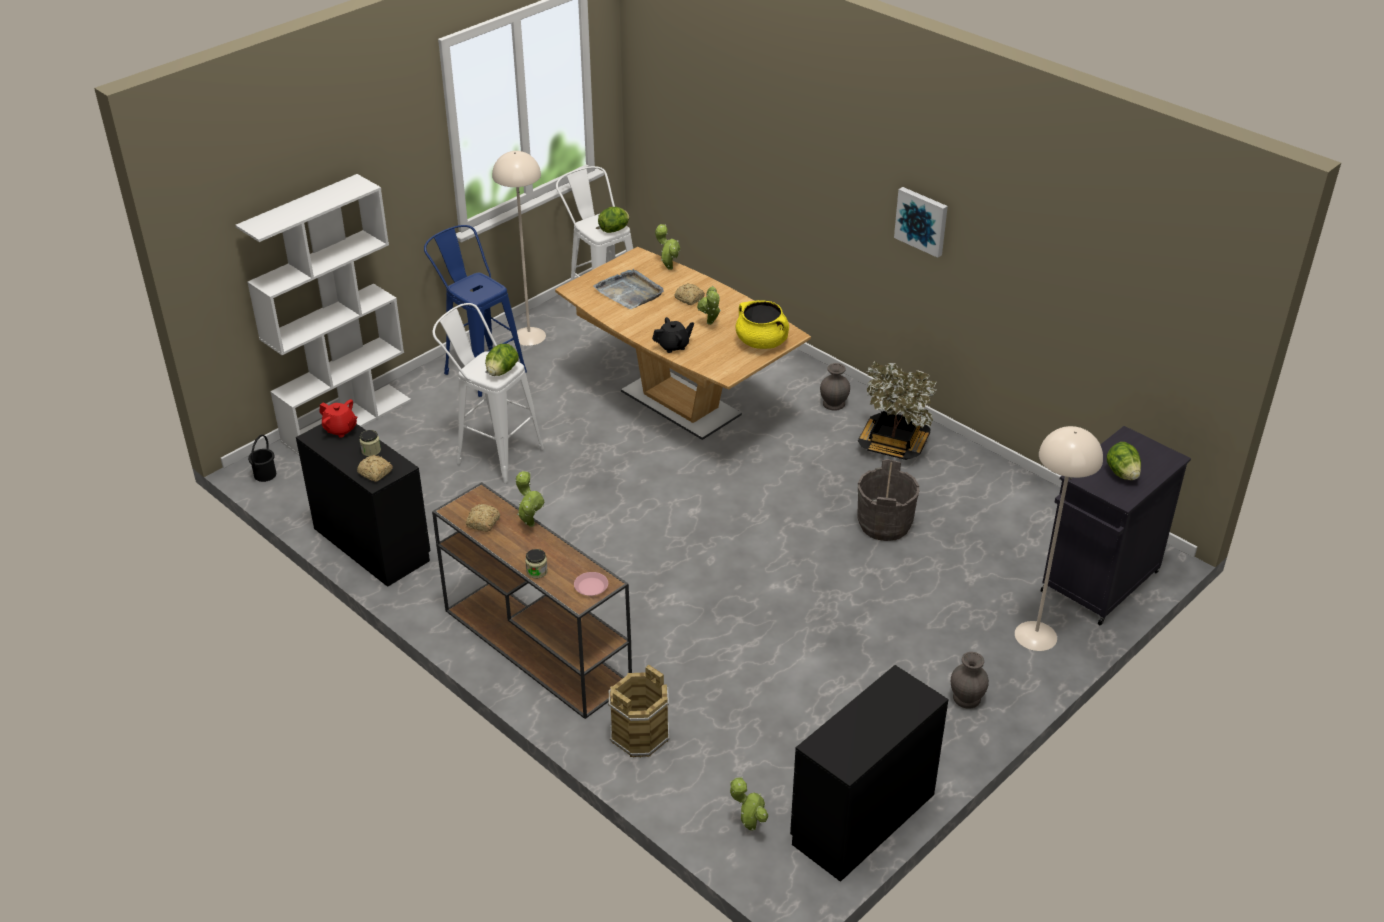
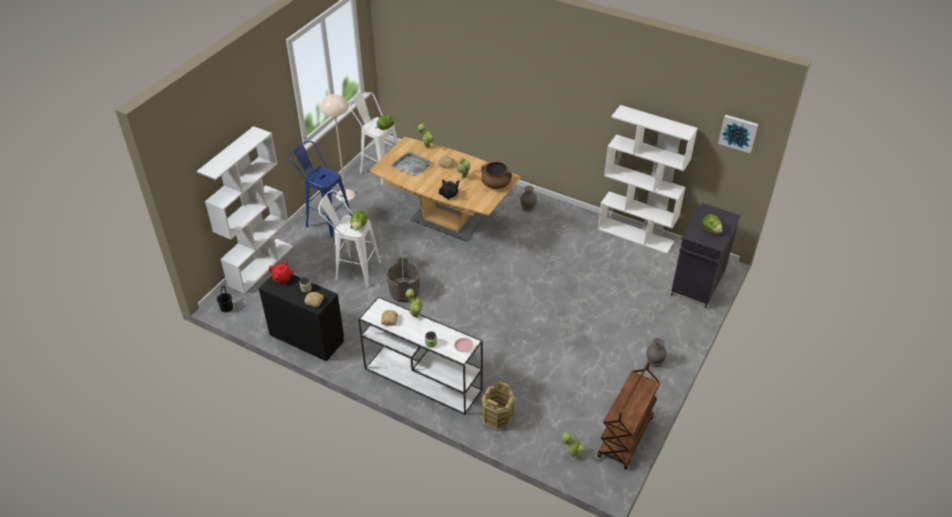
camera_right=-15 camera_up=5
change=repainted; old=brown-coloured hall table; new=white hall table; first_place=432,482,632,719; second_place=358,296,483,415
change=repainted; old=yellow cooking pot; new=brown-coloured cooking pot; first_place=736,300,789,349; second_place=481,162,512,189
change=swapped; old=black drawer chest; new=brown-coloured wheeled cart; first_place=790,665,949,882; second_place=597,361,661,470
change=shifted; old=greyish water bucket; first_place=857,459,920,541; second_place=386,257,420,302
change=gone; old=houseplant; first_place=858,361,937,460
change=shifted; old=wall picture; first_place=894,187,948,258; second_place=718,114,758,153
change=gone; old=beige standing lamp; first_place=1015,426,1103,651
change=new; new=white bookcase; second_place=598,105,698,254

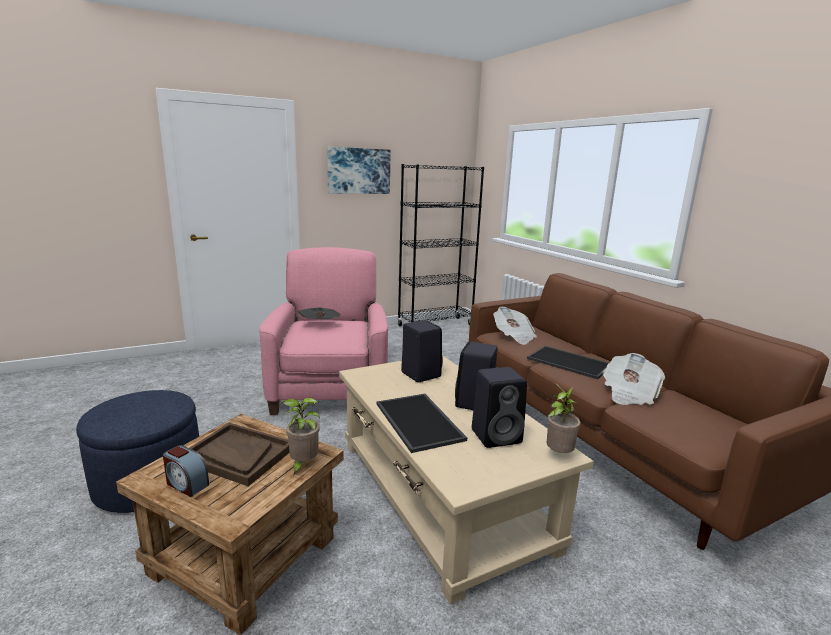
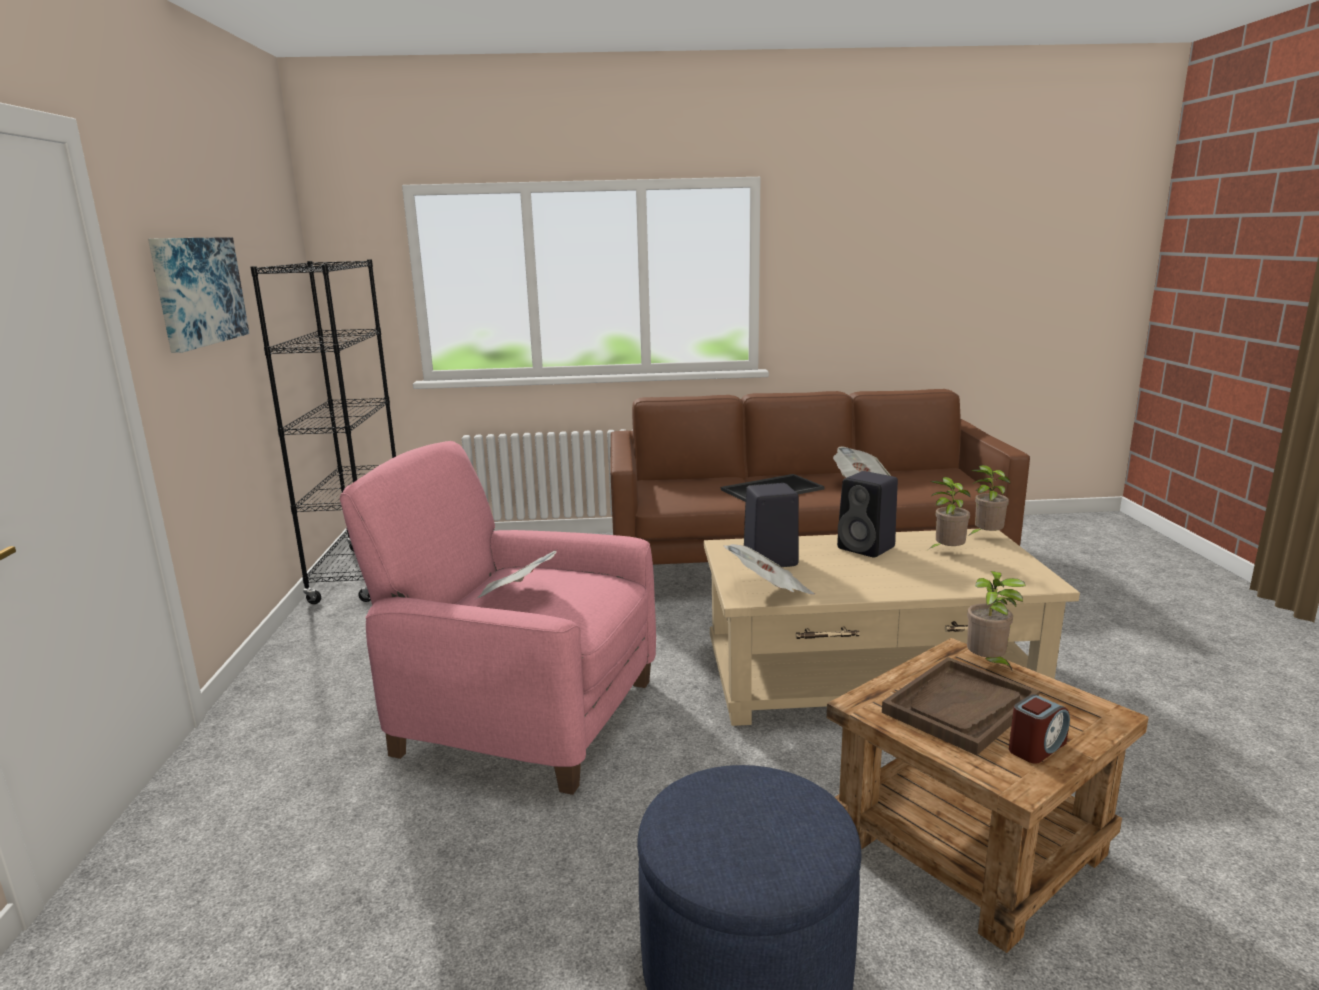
camera_right=-65 camera_up=0
change=gone; old=carrying tray; first_place=377,394,467,453
change=swapped; old=black speaker; new=houseplant; first_place=472,367,527,448; second_place=929,477,971,549
change=shifted; old=daily paper; first_place=493,307,537,345; second_place=723,544,815,595

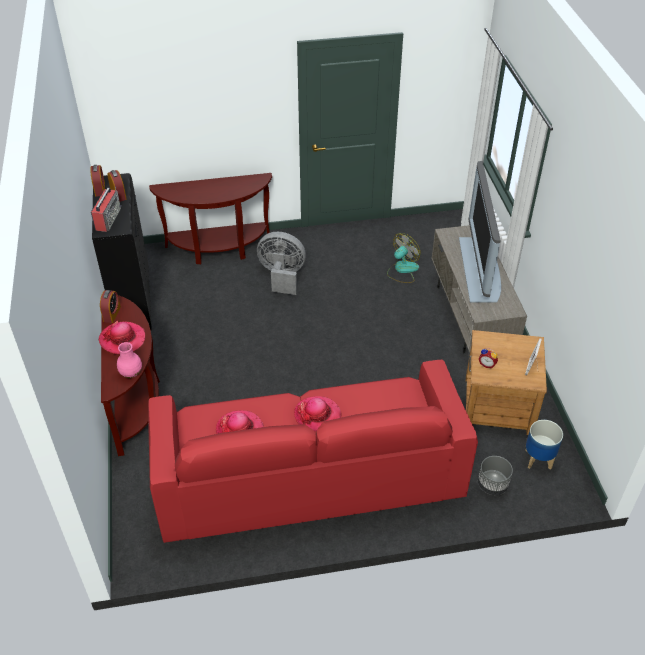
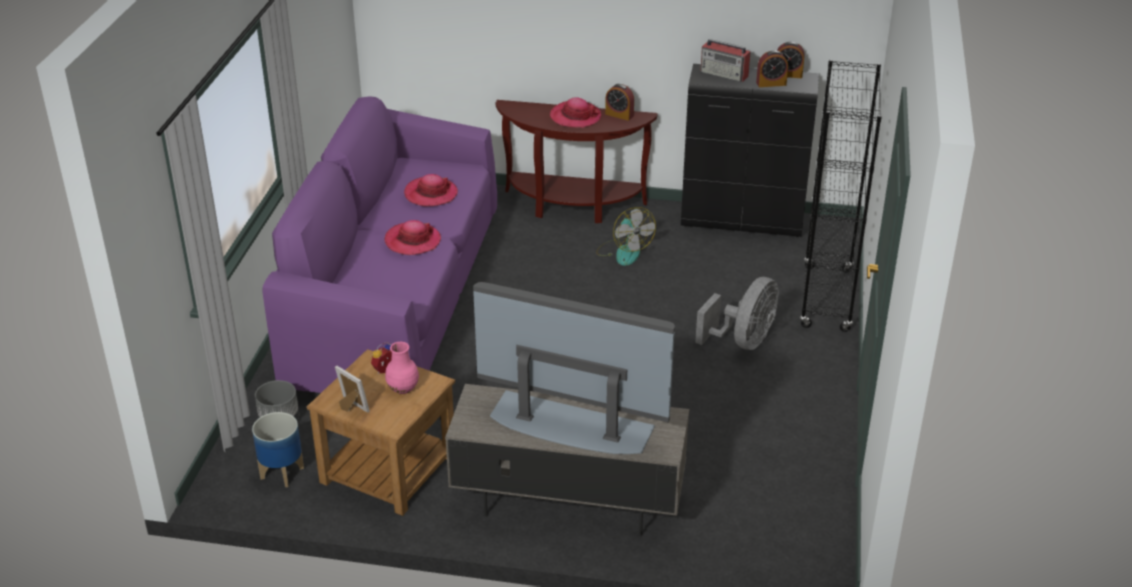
camera_right=110 camera_up=-10
change=shifted; old=pink decorative vase; first_place=117,342,142,378; second_place=385,342,419,394
change=repainted; old=reddish couch; new=purplish couch; first_place=148,360,478,543; second_place=262,96,497,393
change=swapped; old=brown-coloured hall table; new=black bookcase; first_place=149,173,272,264; second_place=800,60,882,332
change=shifted; old=fan; first_place=387,233,421,283; second_place=596,207,656,266

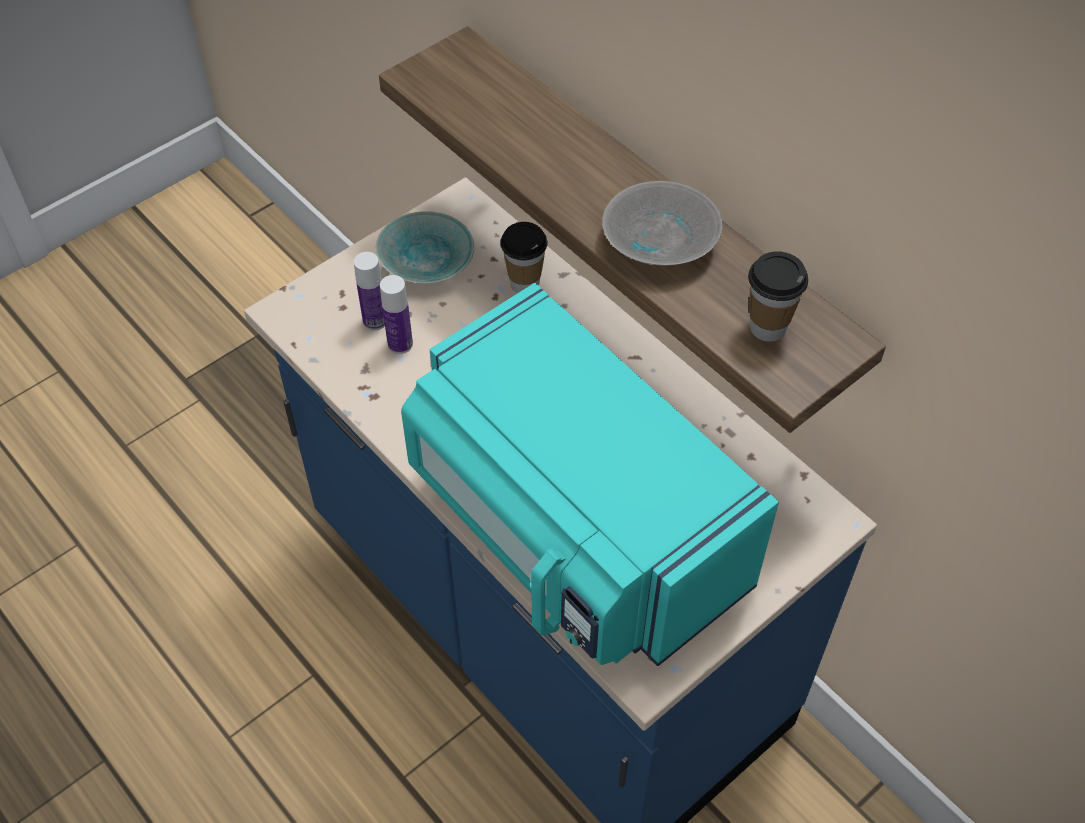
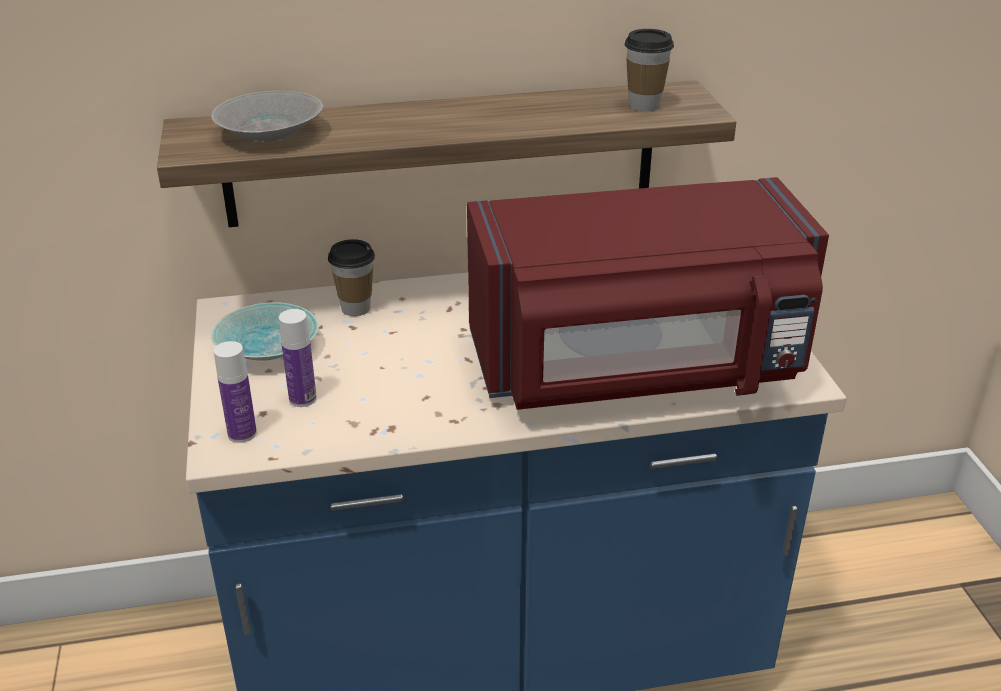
camera_right=-60 camera_up=-20
change=shifted; old=drink bottle; first_place=380,275,413,354; second_place=214,341,257,443
change=repainted; old=turquoise-coloured kitchen microwave; new=reddish kitchen microwave; first_place=401,283,779,666; second_place=467,177,829,410
change=shifted; old=greyish serving bowl; first_place=602,181,722,266; second_place=211,91,323,142

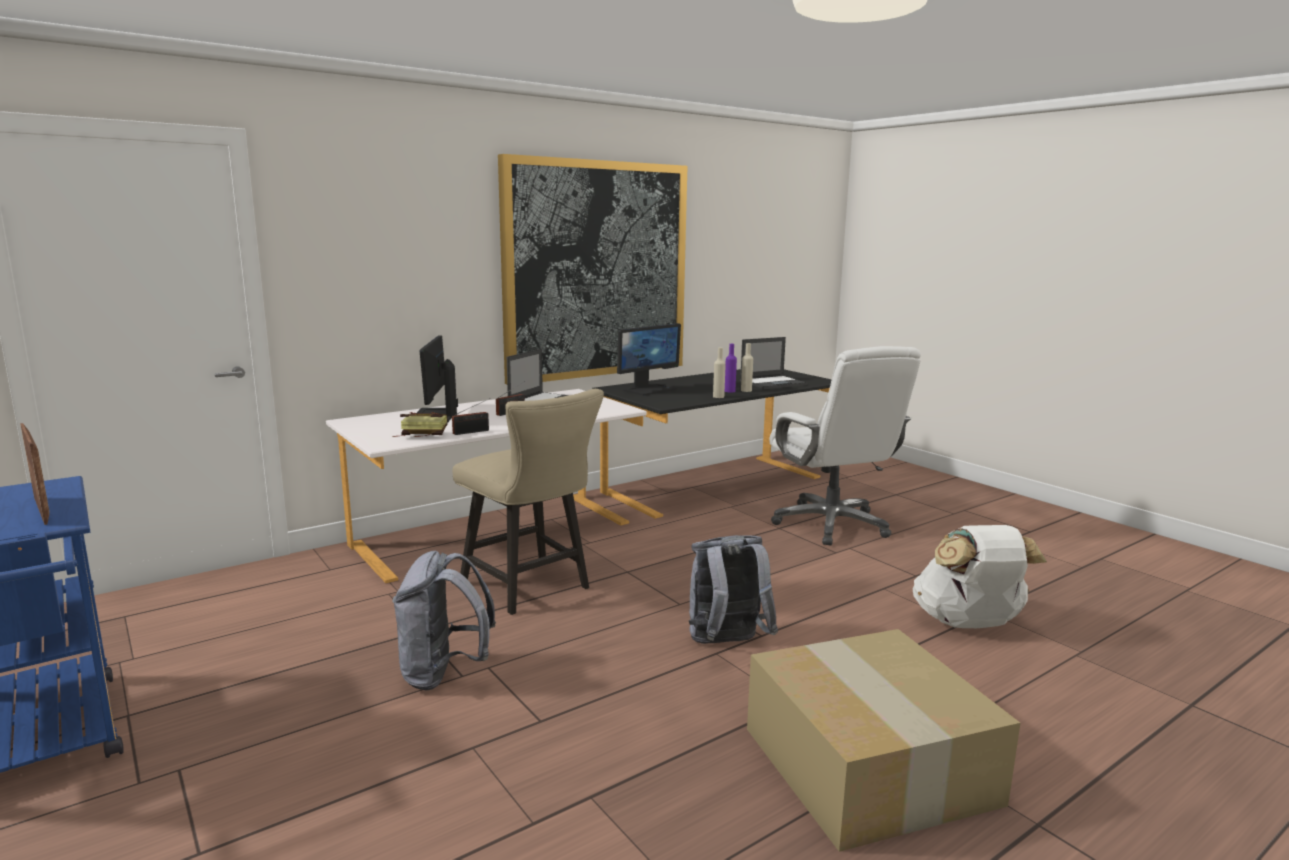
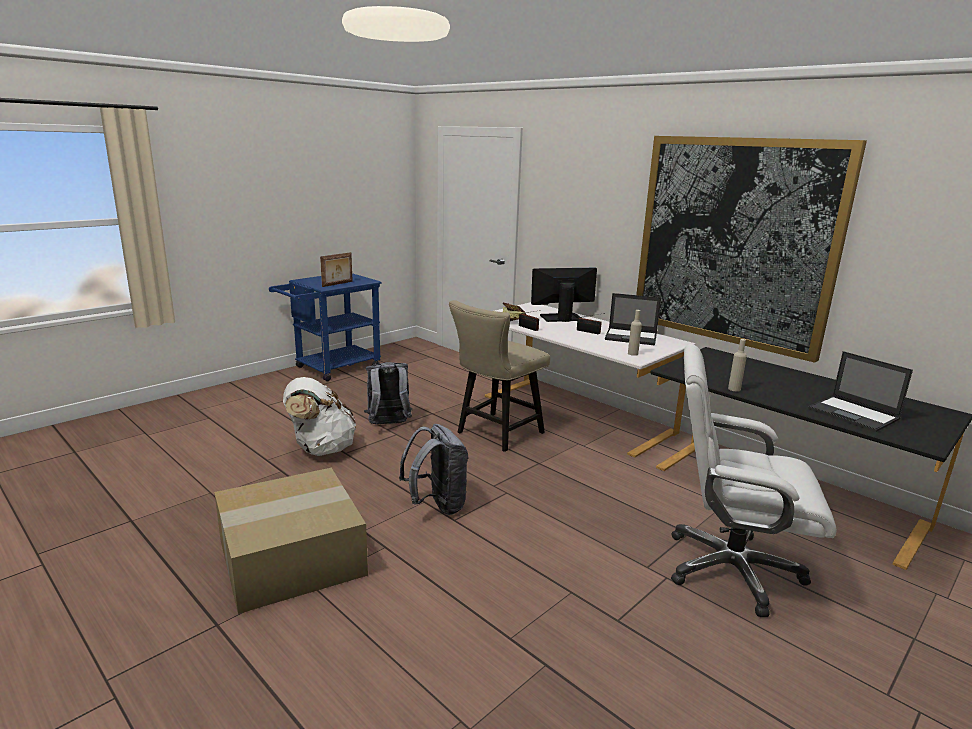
camera_right=80 camera_up=5
change=gone; old=computer screen; first_place=617,323,681,396
change=gone; old=purplish drink bottle; first_place=725,344,737,392
change=shifted; old=beige drink bottle; first_place=741,343,753,392; second_place=628,310,642,356
change=rotated; old=white office chair; first_place=769,346,921,546; second_place=671,344,837,617; degrees=45
change=shifted; old=white knapsack; first_place=913,525,1047,628; second_place=283,377,356,456

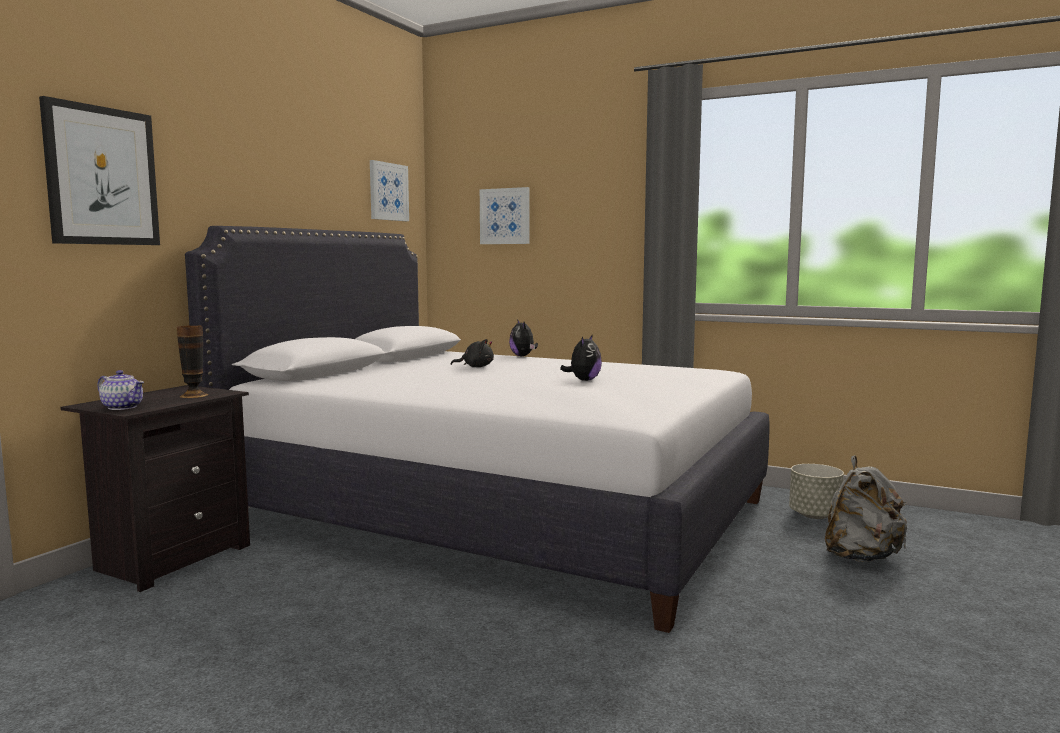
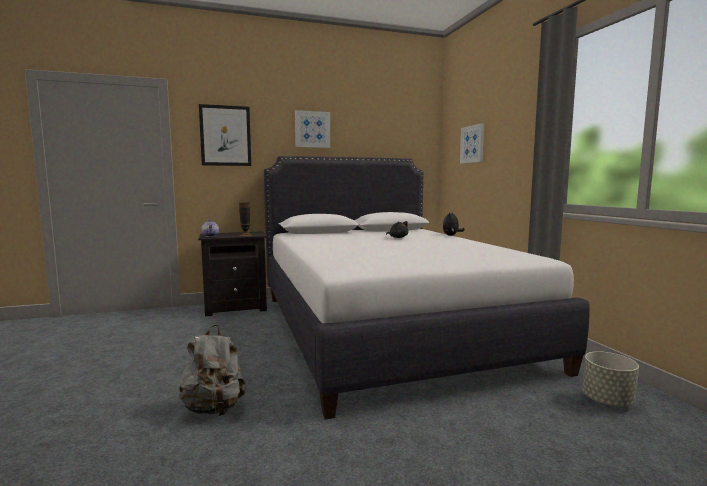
camera_right=45 camera_up=0
change=shifted; old=wall picture; first_place=370,160,409,221; second_place=295,110,330,148
change=gone; old=soft toy; first_place=560,334,602,381
change=shifted; old=greyish knapsack; first_place=825,455,907,562; second_place=179,325,245,416

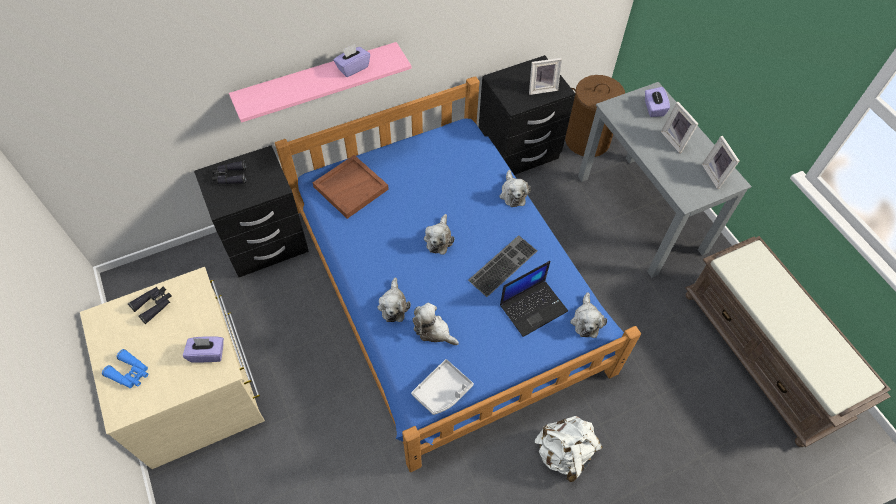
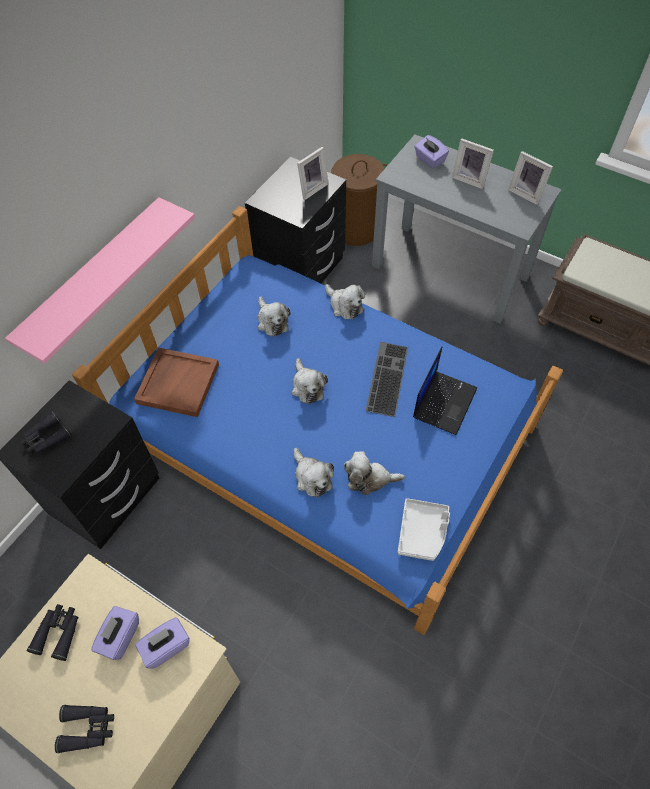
camera_right=-30 camera_up=0
change=repainted; old=blue field glasses; new=black field glasses; first_place=102,349,148,388; second_place=55,705,114,753
change=shifted; old=purplish tissue holder; first_place=333,44,370,77; second_place=91,606,139,660
change=gone; old=white knapsack; first_place=535,416,603,482
change=shifted; old=soft toy; first_place=570,292,607,338; second_place=258,297,291,337

